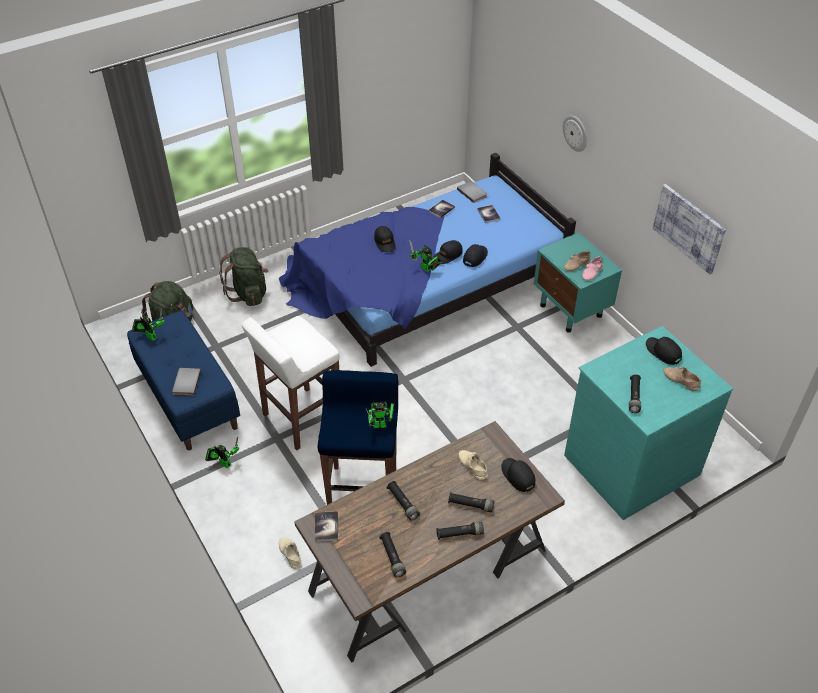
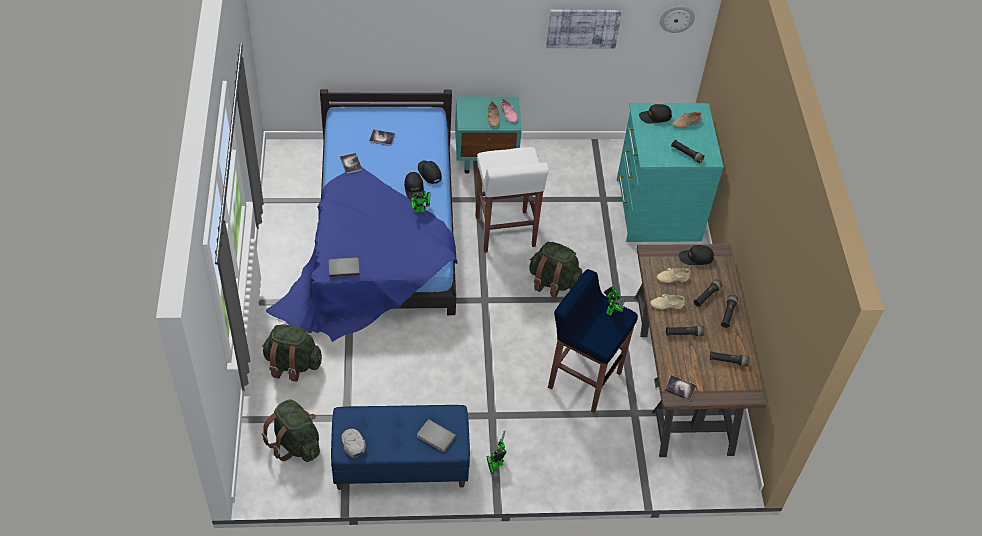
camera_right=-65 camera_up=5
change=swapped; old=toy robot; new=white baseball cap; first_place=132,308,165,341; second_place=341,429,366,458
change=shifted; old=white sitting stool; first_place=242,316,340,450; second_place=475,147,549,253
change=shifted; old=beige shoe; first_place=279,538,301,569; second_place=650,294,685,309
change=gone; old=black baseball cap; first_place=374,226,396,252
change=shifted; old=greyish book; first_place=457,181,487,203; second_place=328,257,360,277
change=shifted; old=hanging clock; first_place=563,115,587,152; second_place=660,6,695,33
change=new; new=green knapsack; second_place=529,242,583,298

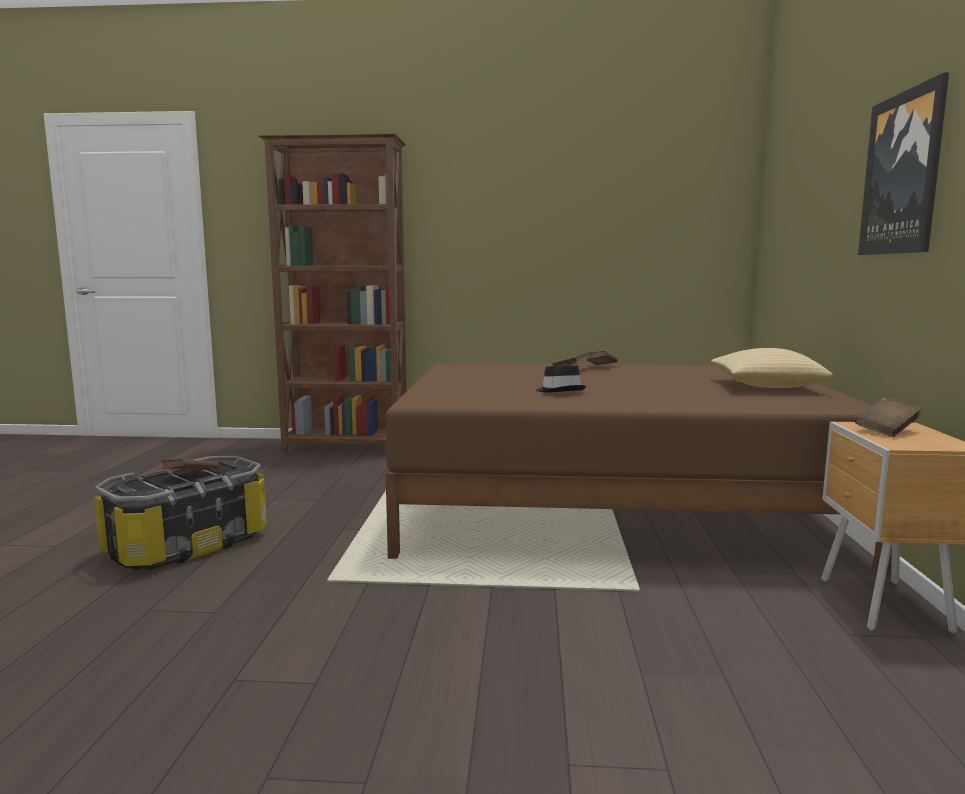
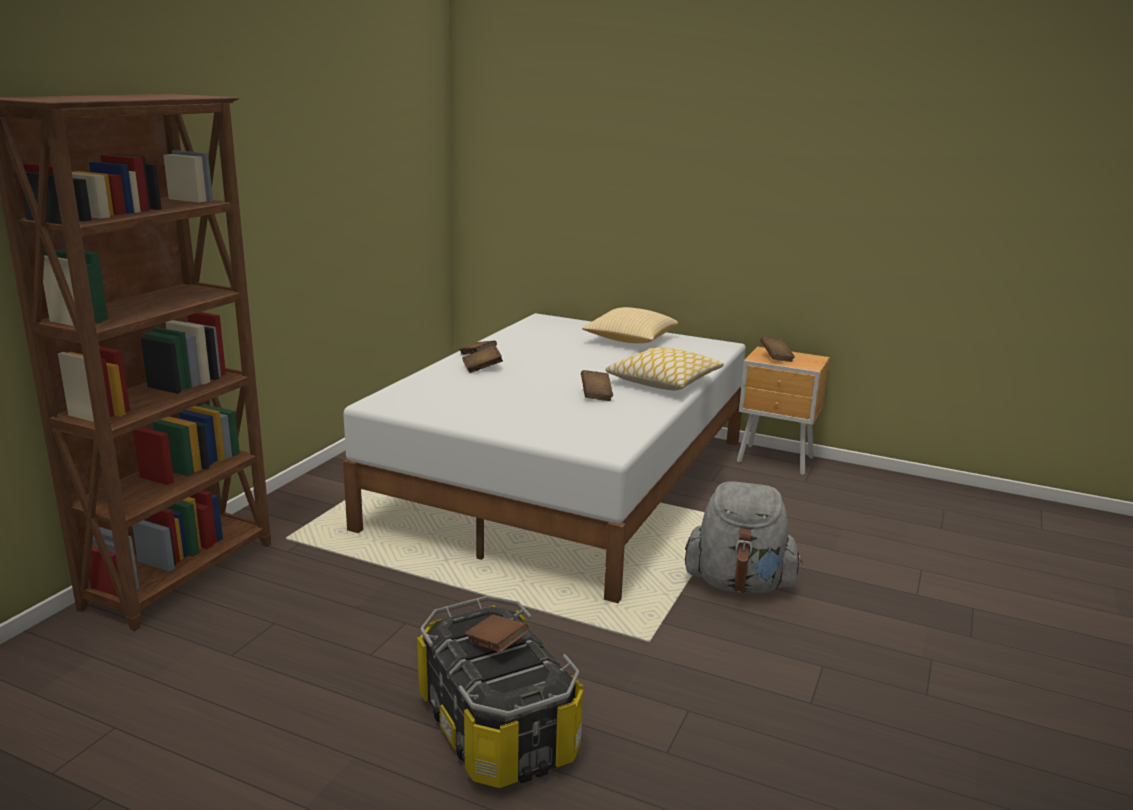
camera_right=-70 camera_up=10
change=repainted; old=brown-coloured sleeping bed; new=white sleeping bed; first_place=385,363,892,575; second_place=343,313,746,603
change=swapped; old=black clothing hat; new=brown-coloured book; first_place=536,365,586,392; second_place=581,370,613,401
change=gone; old=wall picture; first_place=858,72,949,255
change=new; new=cushion; second_place=605,347,724,390
change=new; new=greyish knapsack; second_place=685,481,803,593

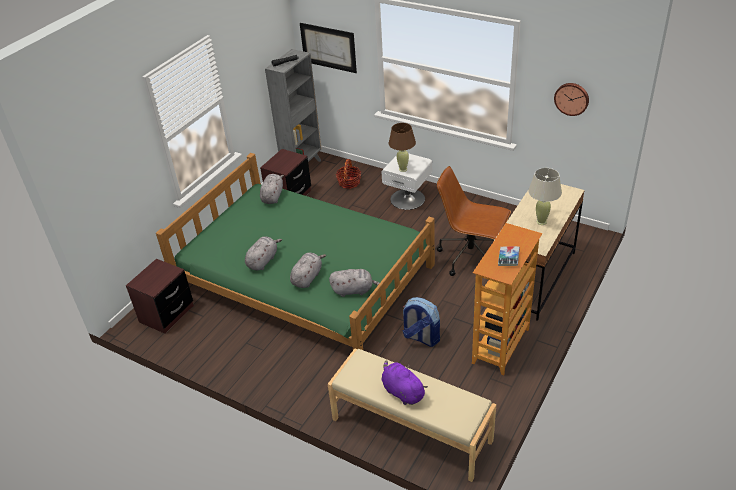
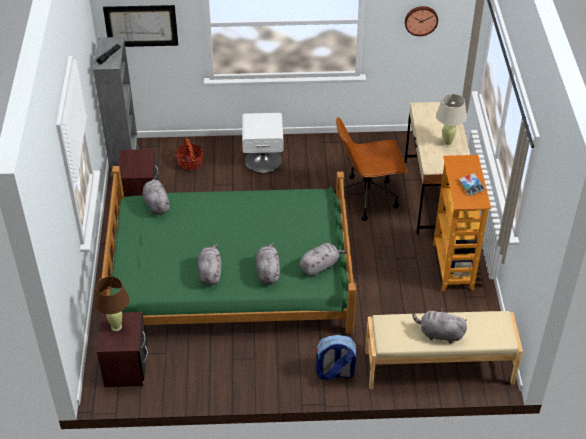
camera_right=-35 camera_up=5
change=repainted; old=purplish soft toy; new=greyish soft toy; first_place=381,360,428,405; second_place=412,308,467,344
change=shifted; old=brown-coloured tabletop lamp; first_place=389,123,416,172; second_place=94,276,129,331
change=shifted; old=knapsack; first_place=403,297,440,347; second_place=316,335,357,380

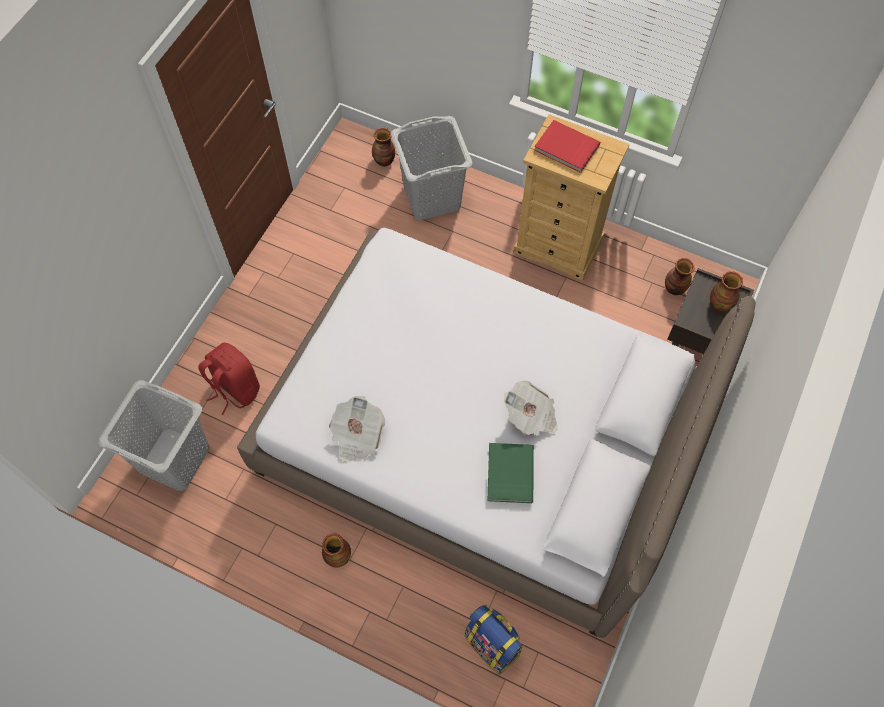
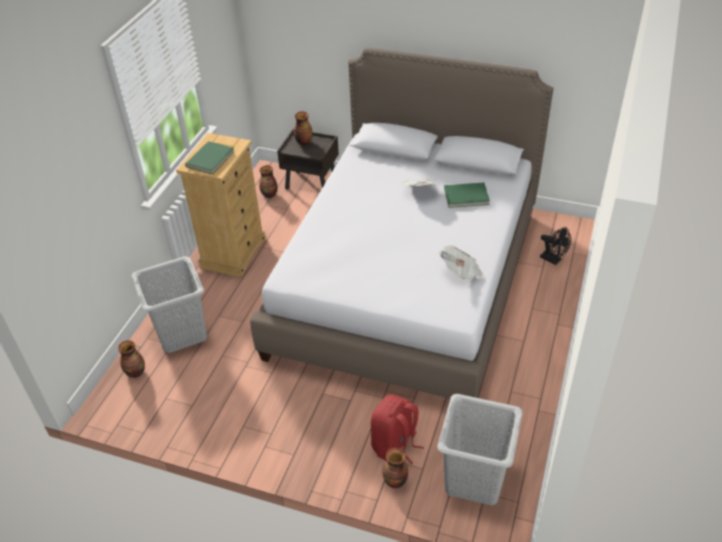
camera_right=-95 camera_up=-20
change=shifted; old=decorative vase; first_place=322,533,351,568; second_place=382,448,408,488
change=swapped; old=knapsack; new=black fan; first_place=465,605,524,675; second_place=540,227,571,265
change=repainted; old=reddish book; new=green book; first_place=534,120,600,173; second_place=185,141,234,174

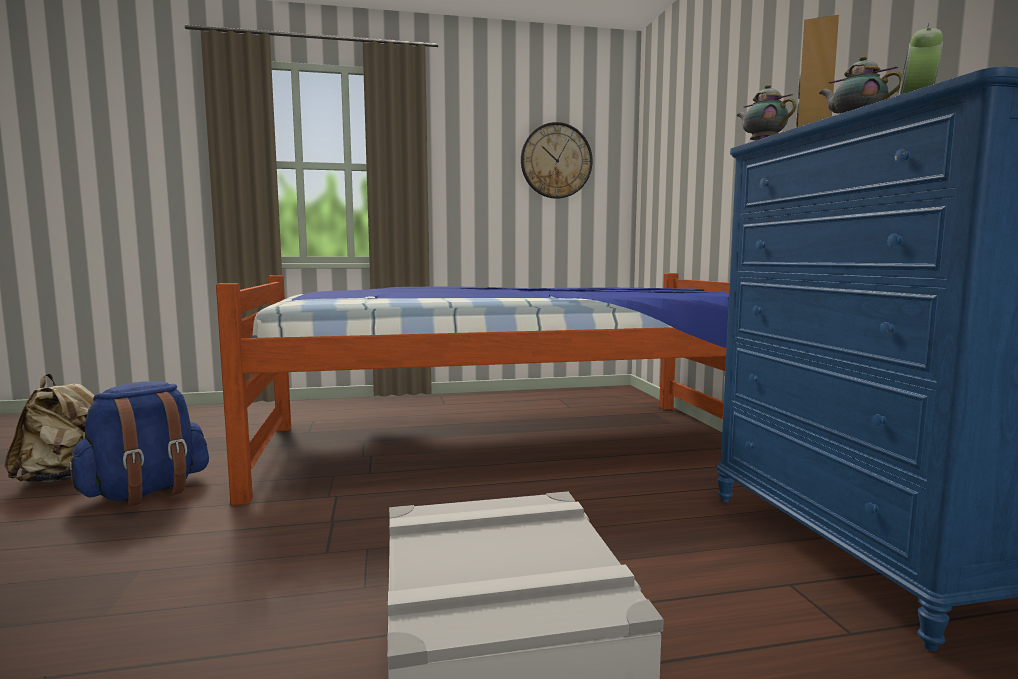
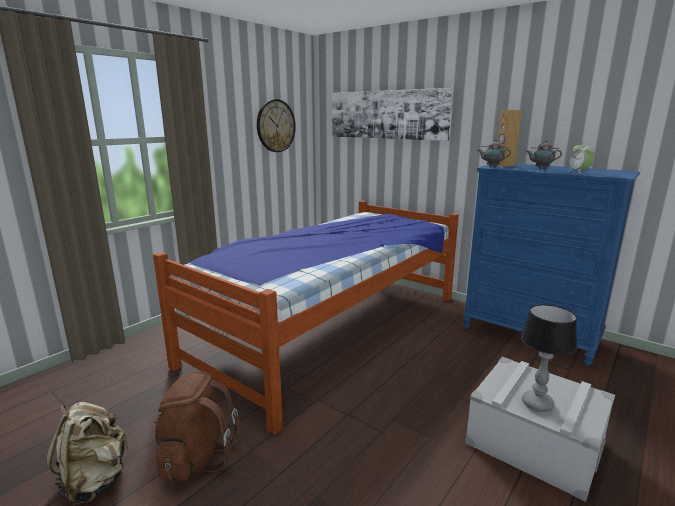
camera_right=-40 camera_up=10
change=repainted; old=blue knapsack; new=brown-coloured knapsack; first_place=65,381,209,507; second_place=153,371,240,482
change=new; new=wall picture; second_place=332,88,453,141
change=new; new=tabletop lamp; second_place=521,304,577,412

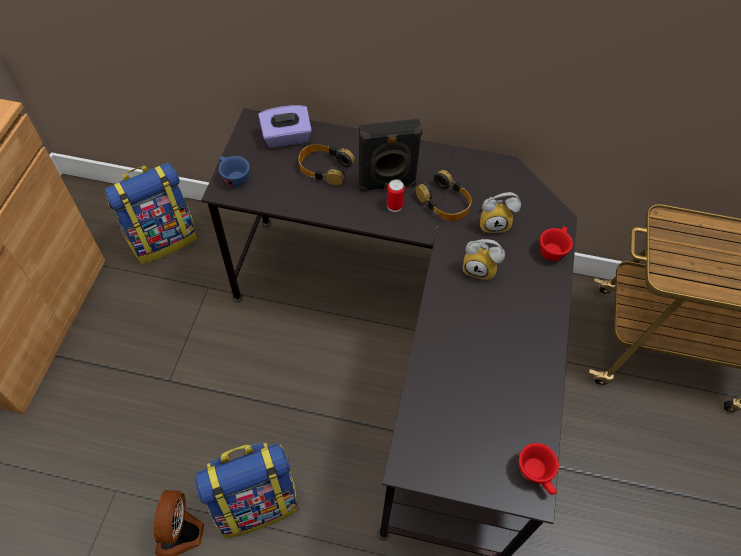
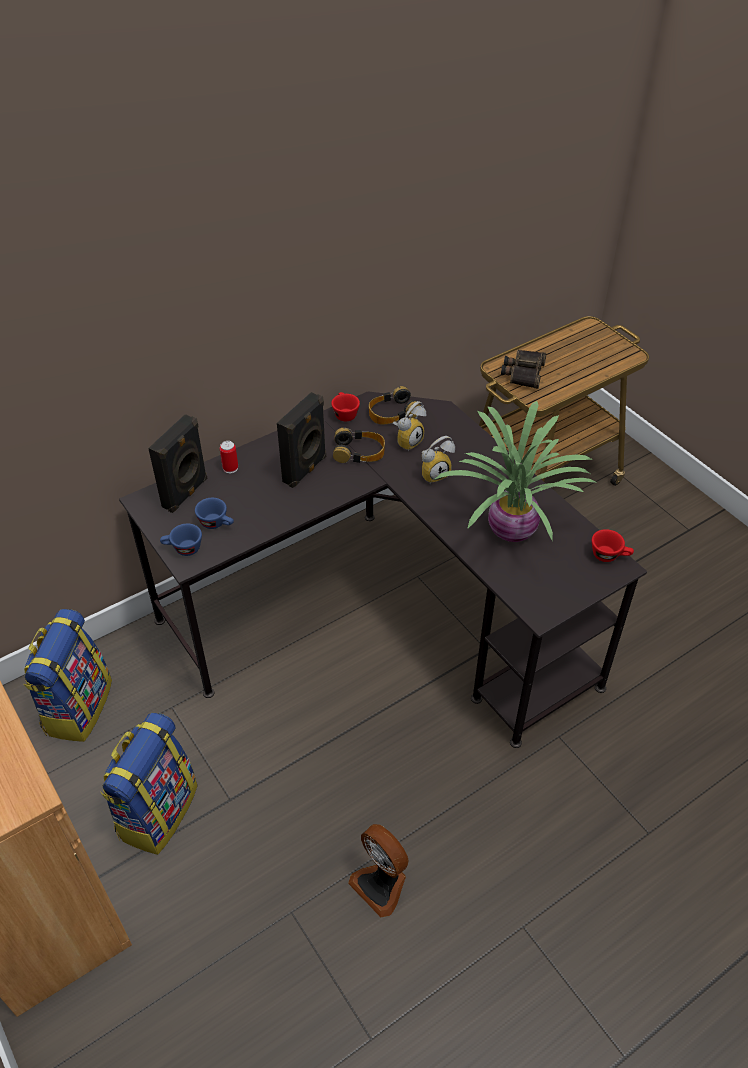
camera_right=-45 camera_up=-10
change=shifted; old=knapsack; first_place=195,443,298,538; second_place=101,712,198,855
change=swapped; old=purplish tissue holder; new=black speaker; first_place=258,105,312,148; second_place=148,414,208,513
change=shifted; old=headphones; first_place=298,144,355,186; second_place=369,386,421,425
change=shifted; old=sealed can; first_place=387,179,405,212; second_place=220,441,238,473
change=shifted; old=reddish drinking cup; first_place=540,226,573,261; second_place=331,392,360,422
change=new; new=blue drinking cup; second_place=195,498,234,529
change=new; new=houseplant; second_place=435,401,597,542
change=new; new=field glasses; second_place=501,350,546,389

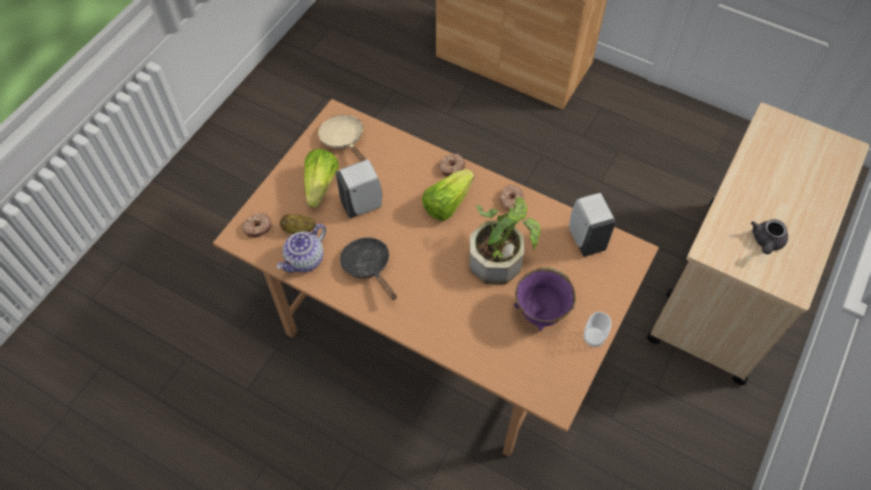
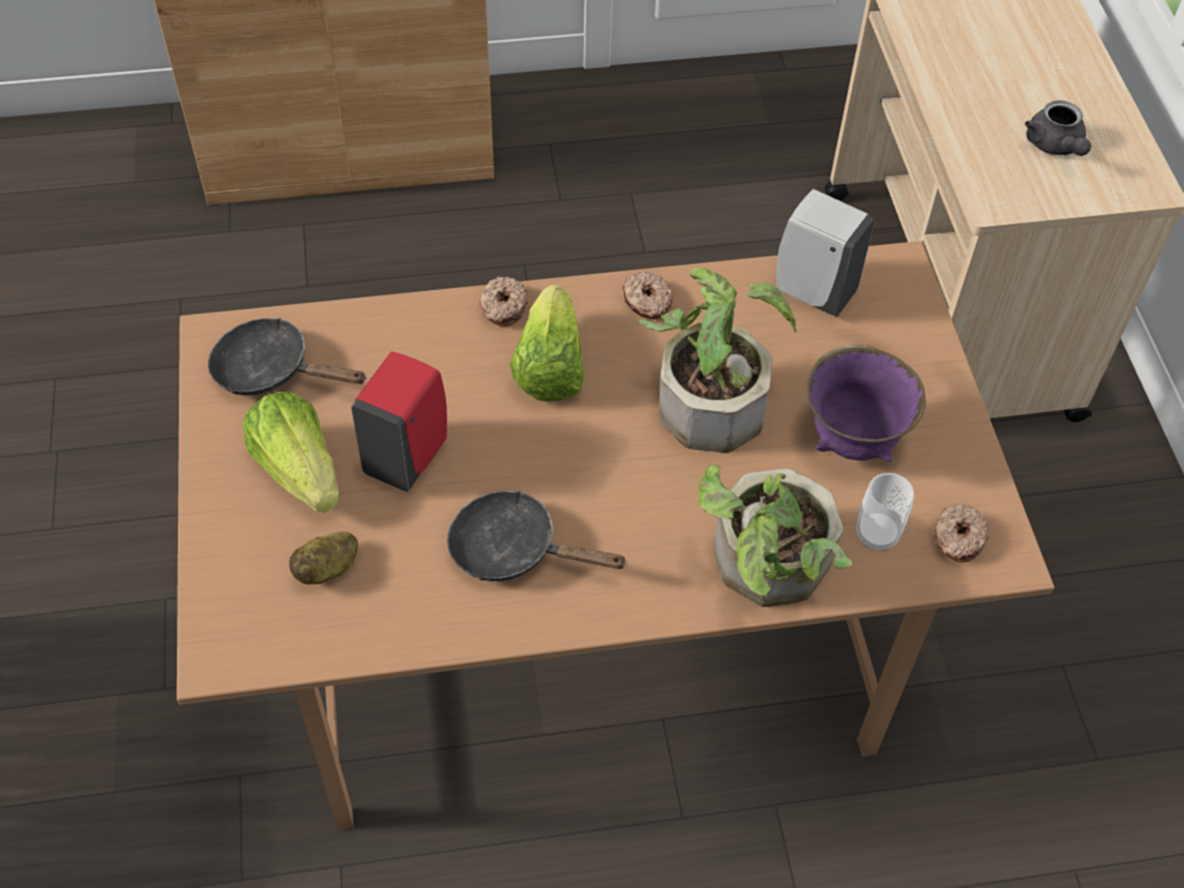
camera_right=-40 camera_up=-5
change=shifted; old=ring doughnut; first_place=242,213,272,238; second_place=934,502,989,563
change=gone; old=tea pot; first_place=277,224,326,273
change=repainted; old=beige frying pan; new=black frying pan; first_place=318,115,366,161; second_place=208,318,367,395
change=repainted; old=white liquid soap bottle; new=reddish liquid soap bottle; first_place=335,159,382,219; second_place=351,351,447,492
change=shifted; old=drinking cup; first_place=583,312,612,347; second_place=856,473,914,552
change=new; new=houseplant; second_place=698,465,852,607

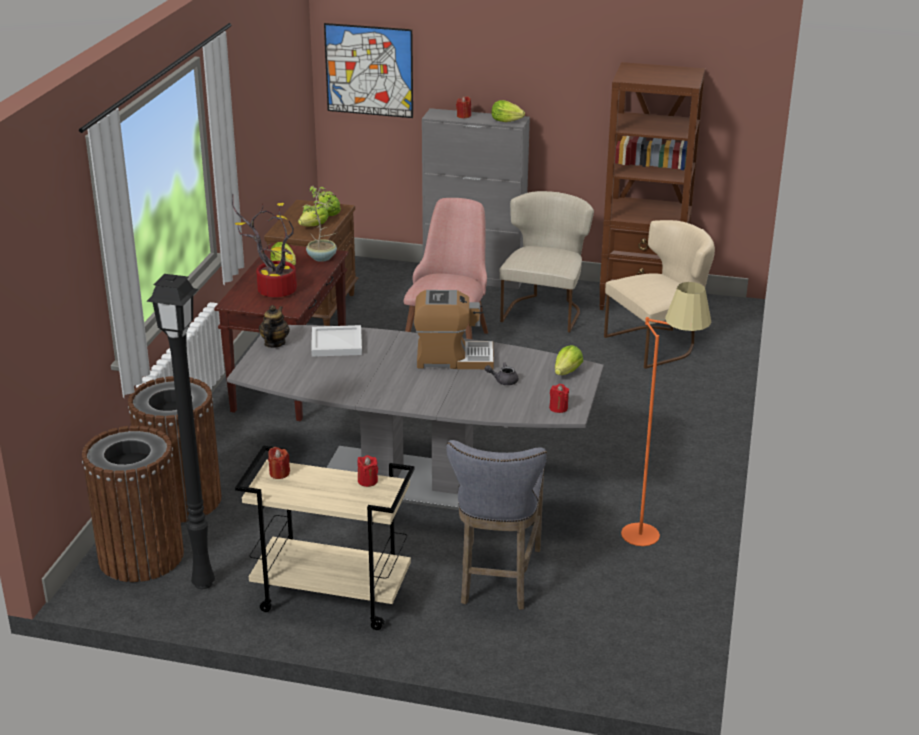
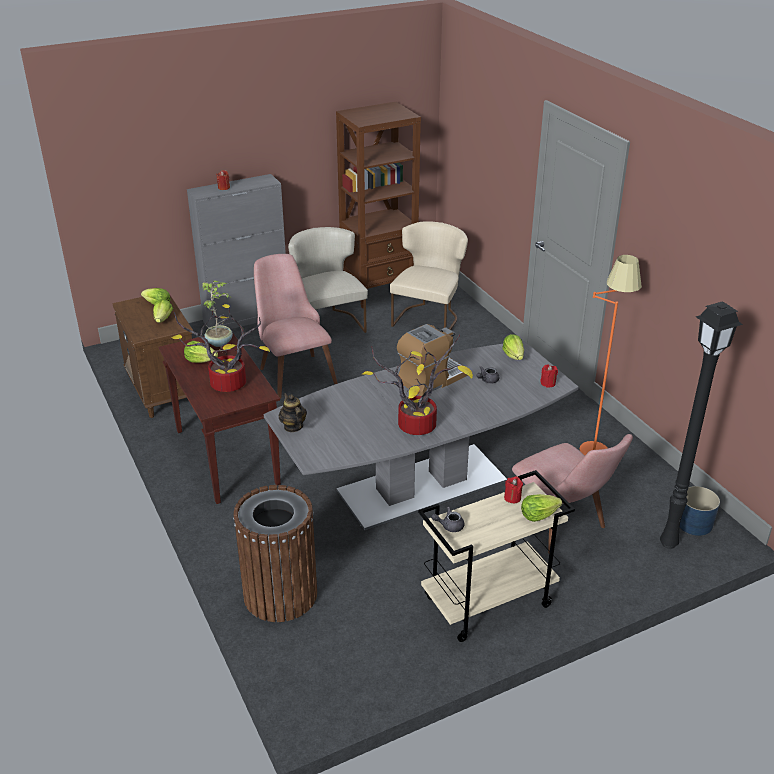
camera_right=-40 camera_up=5
change=gone; old=brown-coloured waste bin; first_place=82,426,184,582
change=shifted; old=black standing lamp; first_place=146,274,215,589; second_place=660,301,743,549
change=swapped; old=reddish candle; new=greyish tea pot; first_place=268,447,290,479; second_place=431,507,464,532
change=gone; old=white carrying tray; first_place=311,325,362,357
change=gone; old=wall picture; first_place=324,23,413,118
change=swapped; old=greyish sitting stool; new=pink chair; first_place=446,440,547,610; second_place=512,434,633,553
change=shifted; old=lettuce head; first_place=491,100,525,122; second_place=521,494,562,522
change=new; new=houseplant; second_place=362,335,473,435
change=new; new=blue planter; second_place=679,486,720,536

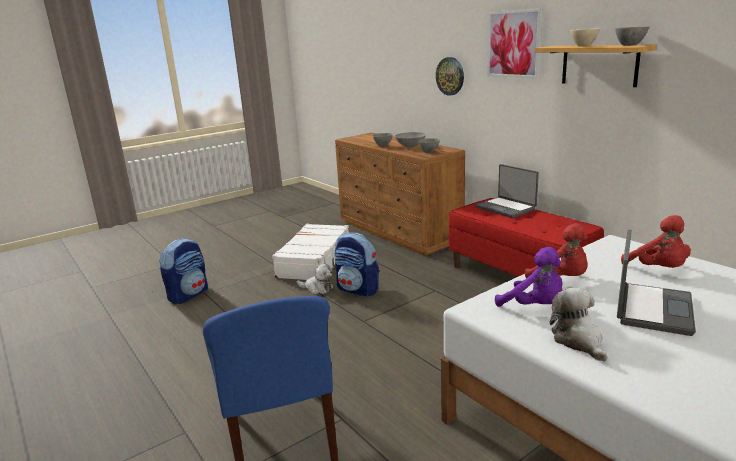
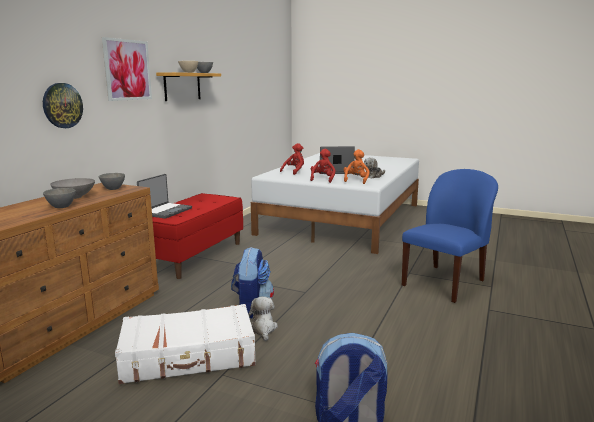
camera_right=-120 camera_up=-5
change=repainted; old=purplish soft toy; new=orange-coloured soft toy; first_place=495,247,563,307; second_place=344,149,369,184

